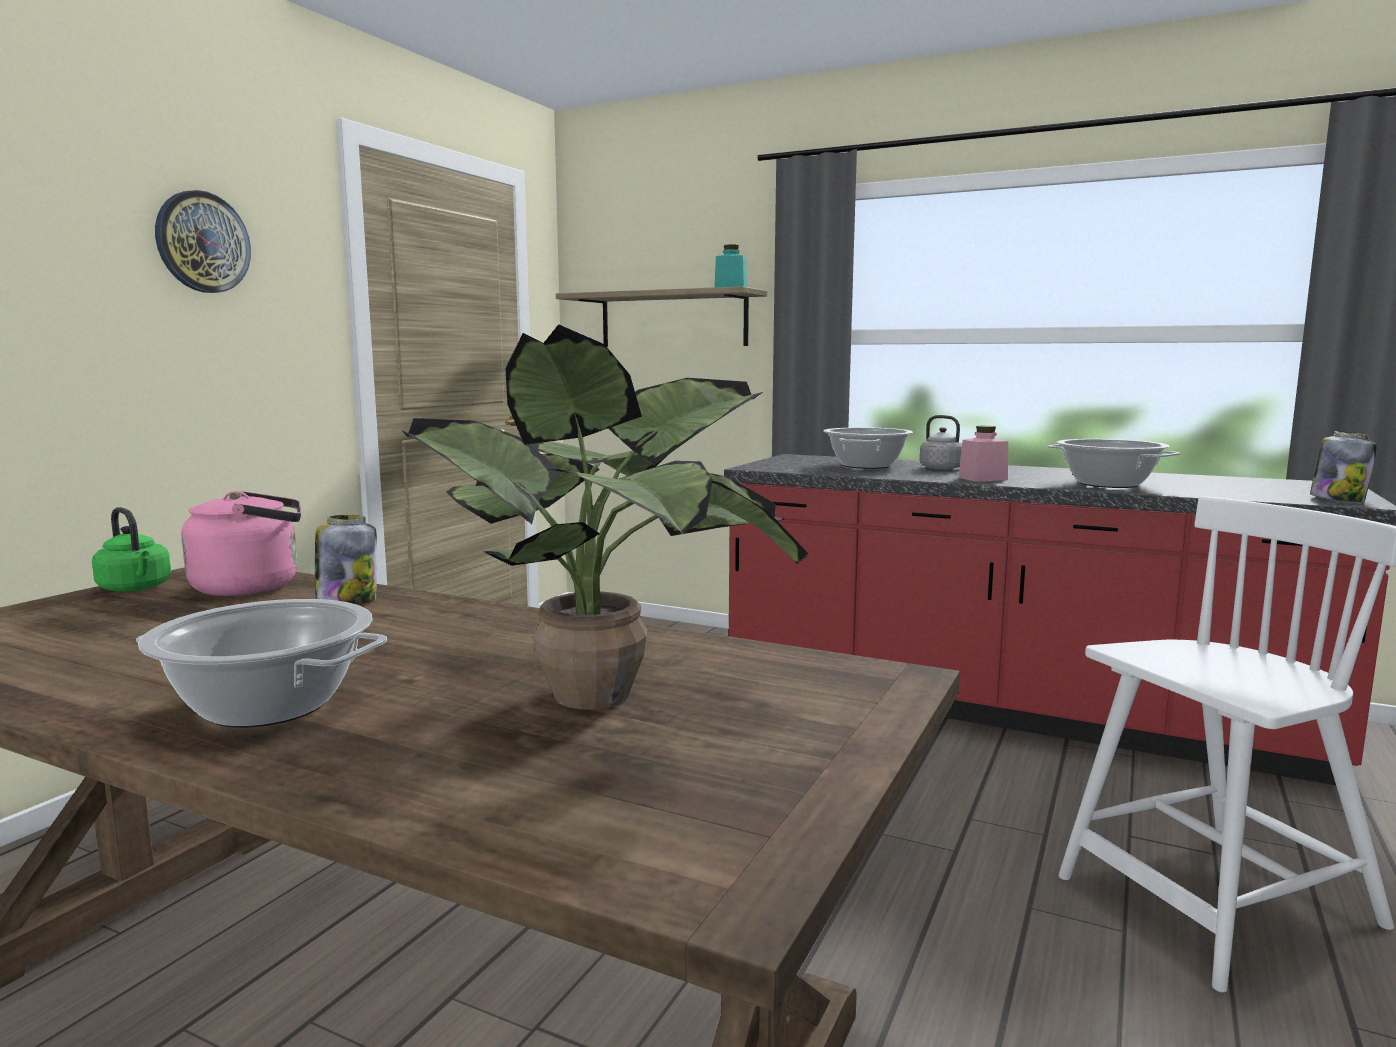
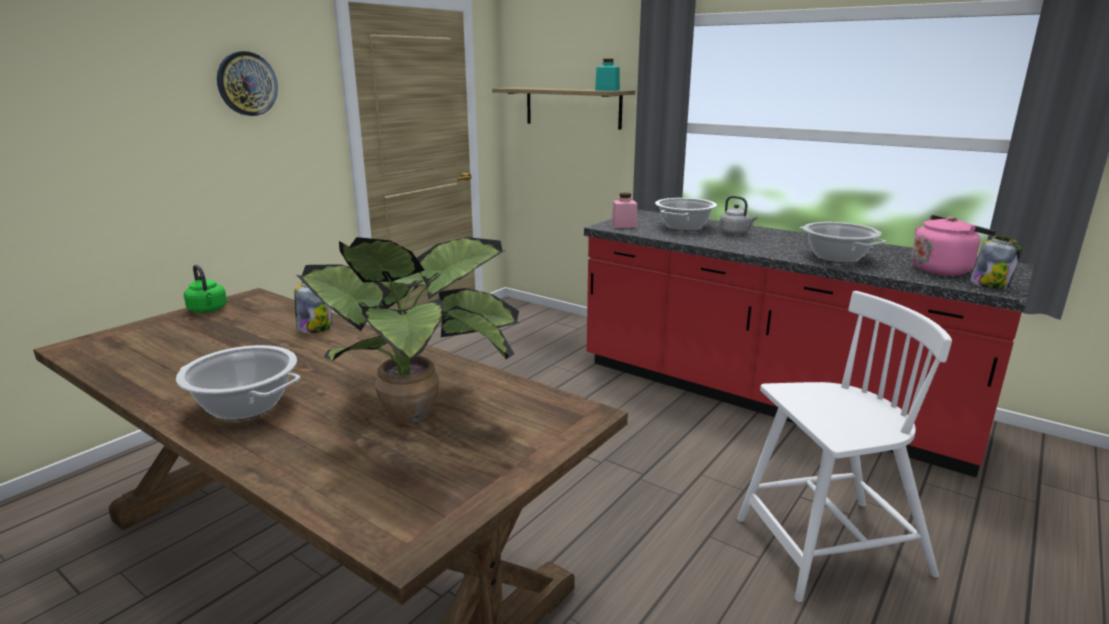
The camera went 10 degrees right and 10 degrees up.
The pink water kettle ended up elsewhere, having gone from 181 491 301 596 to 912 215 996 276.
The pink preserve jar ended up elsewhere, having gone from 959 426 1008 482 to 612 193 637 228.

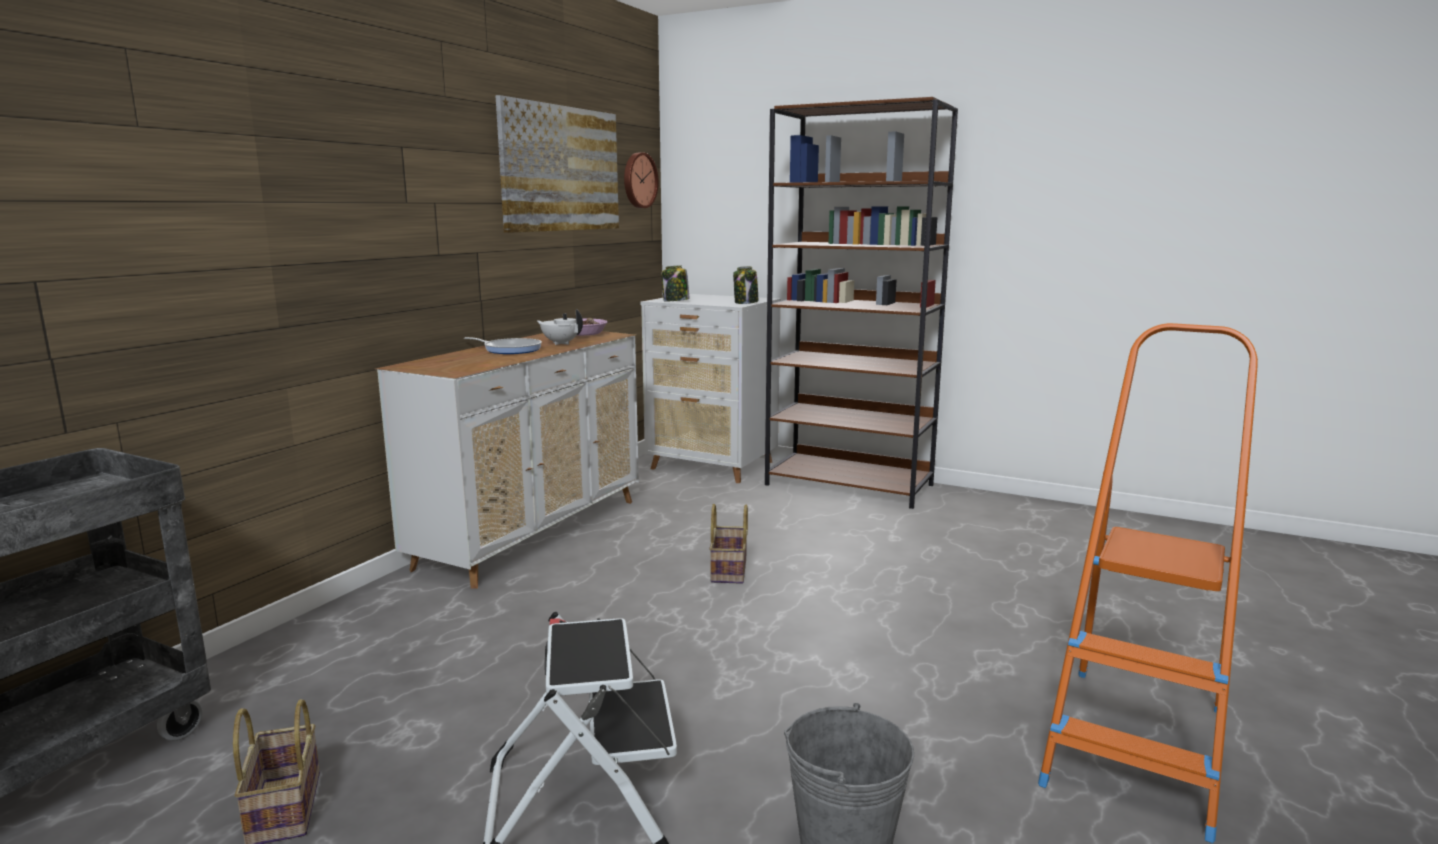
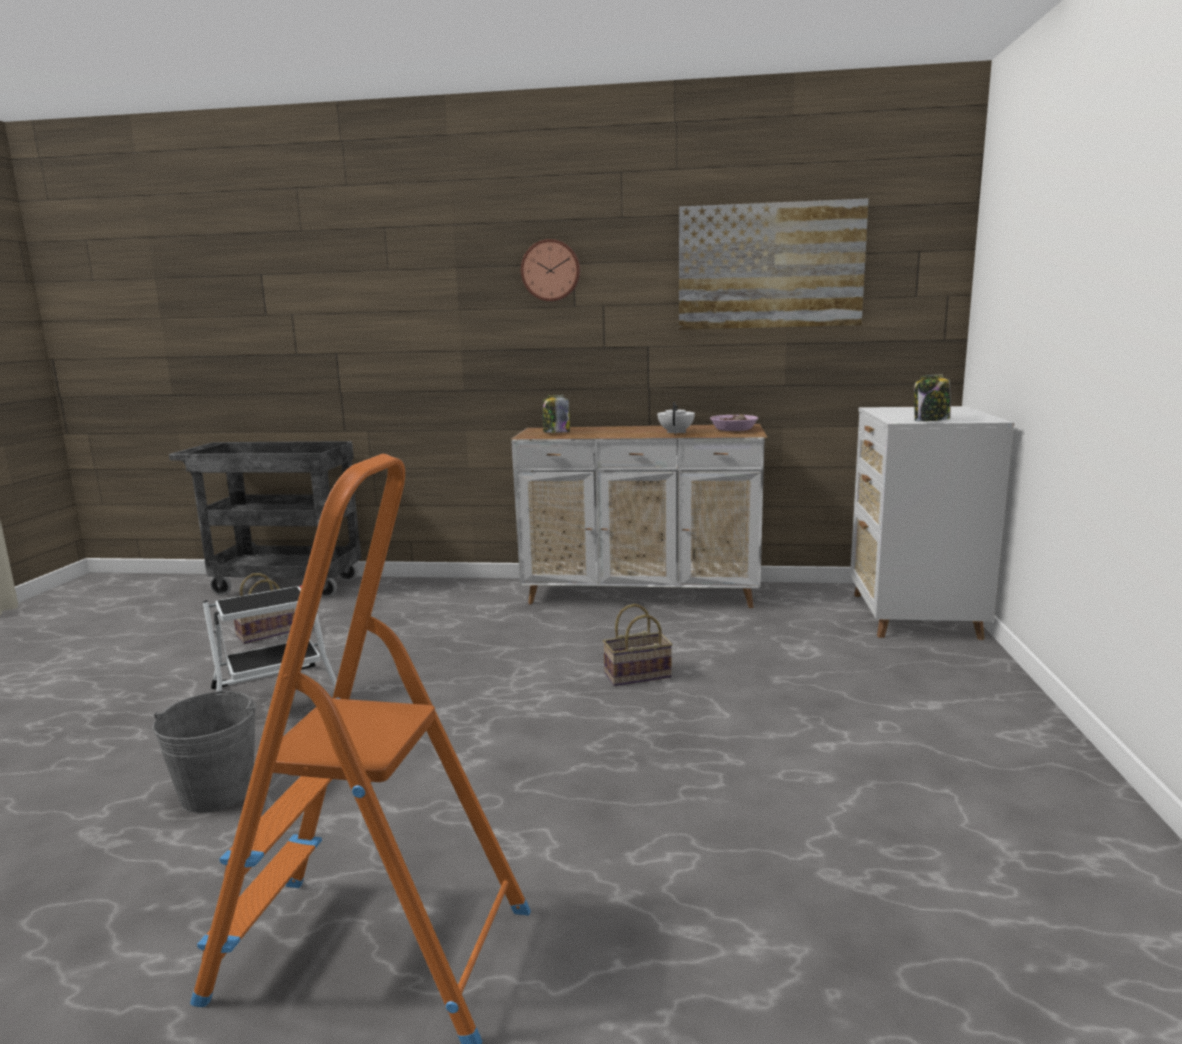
The camera went 70 degrees right and 0 degrees up.
The second view lost the frying pan at 464 337 542 354.
The clock on the wall ended up elsewhere, having gone from 624 152 659 208 to 521 239 580 301.
The preserve jar ended up elsewhere, having gone from 661 265 690 301 to 543 395 570 433.
The second view lost the brown-coloured bookshelf at 765 97 958 509.

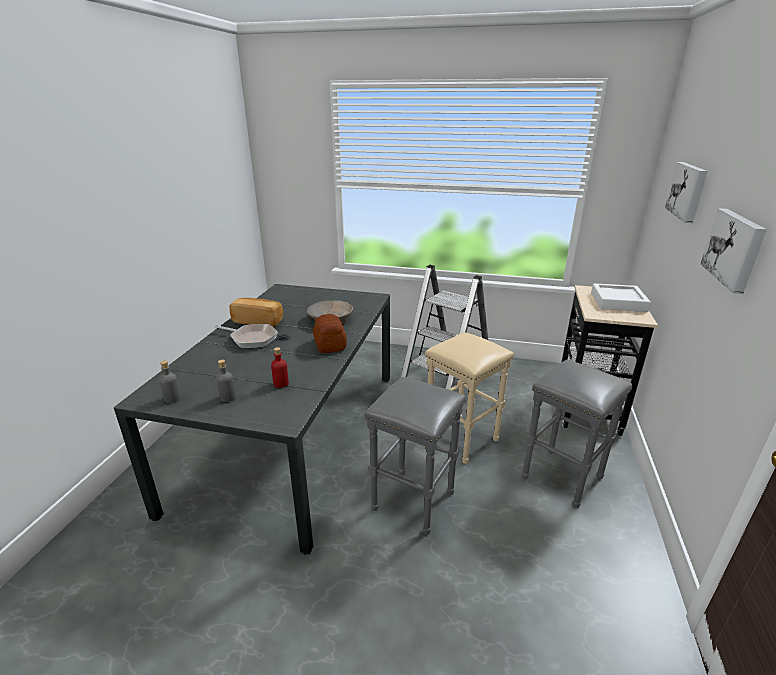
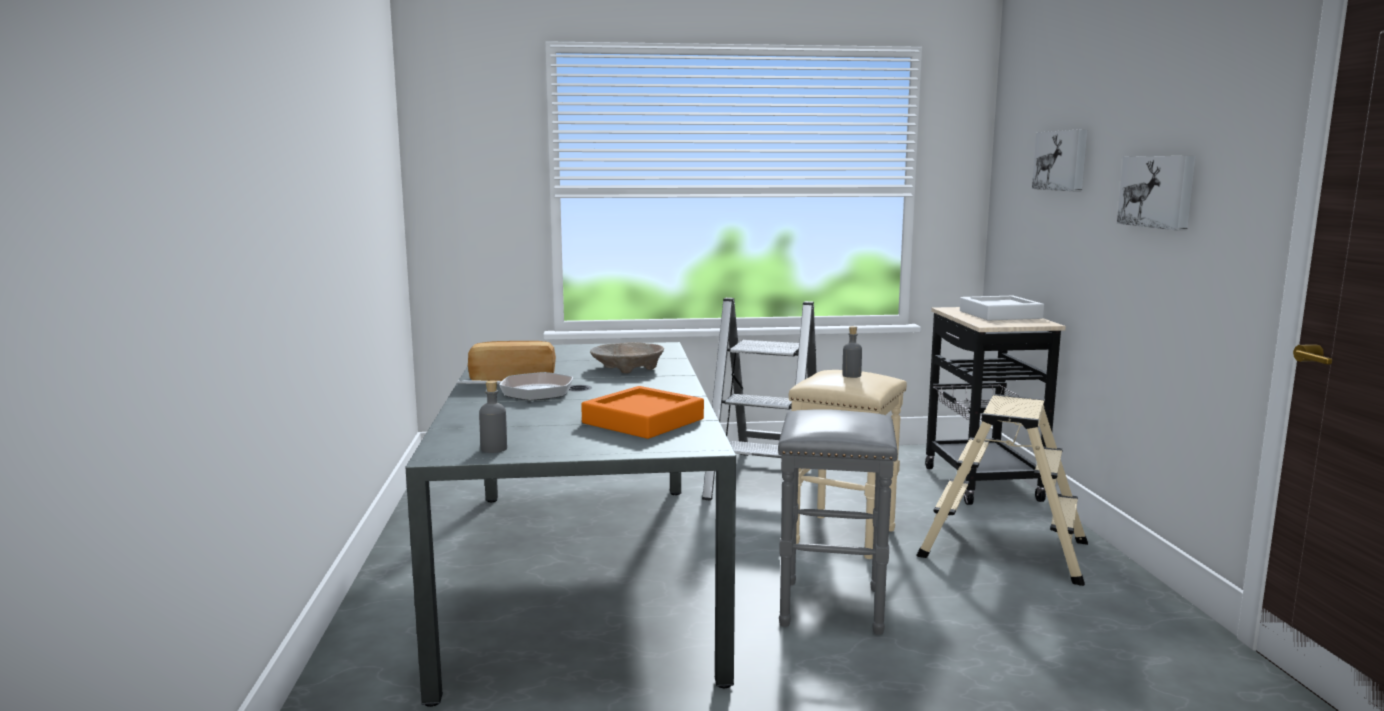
The camera went 20 degrees left and 15 degrees down.
The greyish bottle ended up elsewhere, having gone from 216 360 236 402 to 842 326 862 378.
Where the red-coloured bottle stood at 271 347 289 388, the orange serving tray came to stand at 581 386 704 439.
The second view lost the bread at 313 314 347 353.
Where the greyish stool seat stood at 522 360 632 509, the sand-coloured stepladder came to stand at 916 394 1088 586.

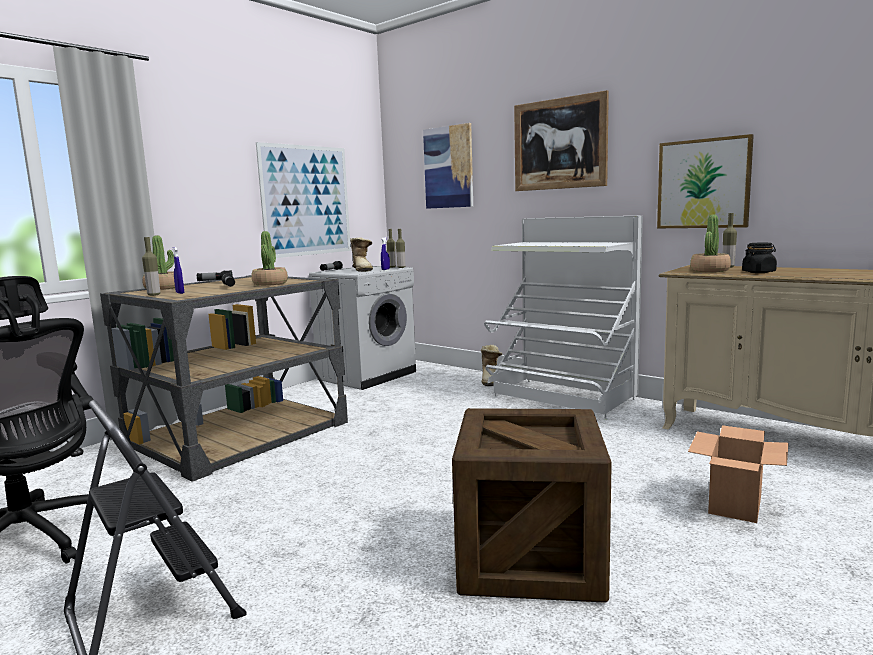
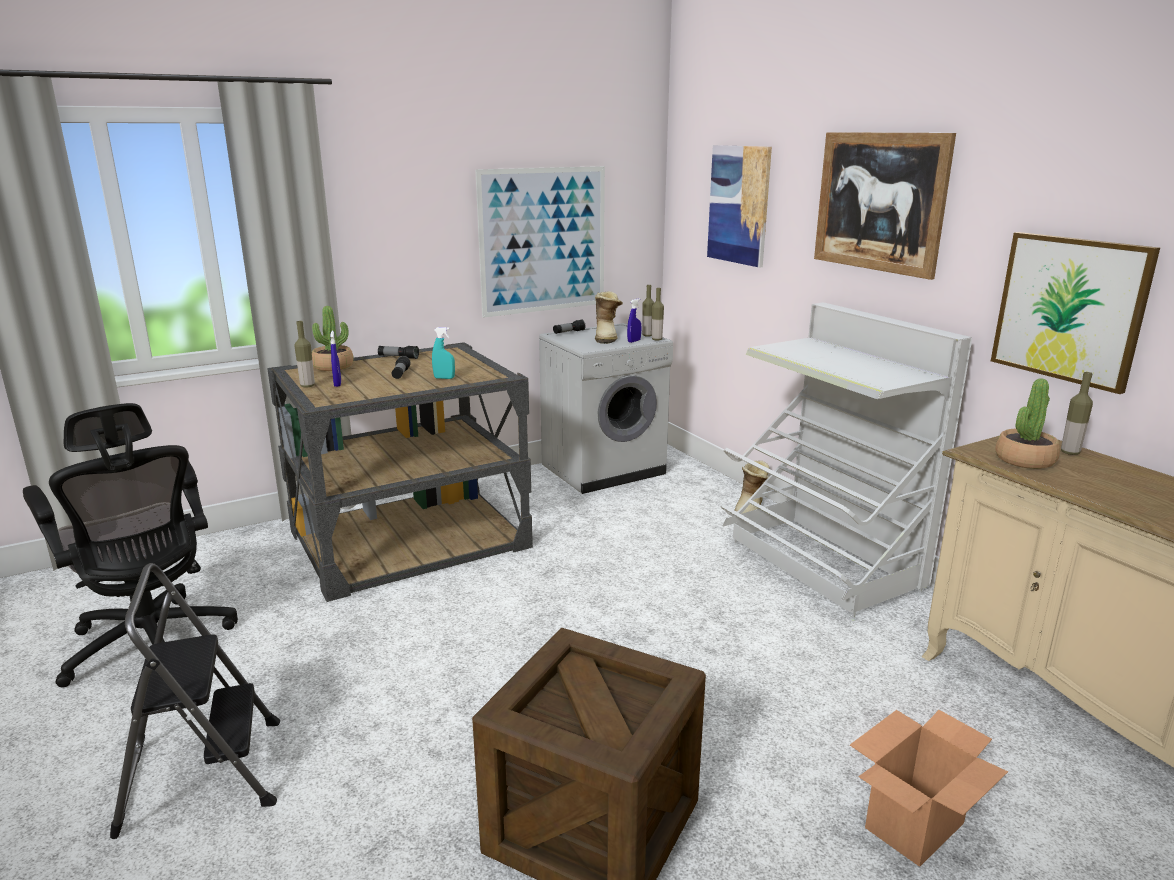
The camera went 20 degrees right and 10 degrees up.
Where the plant in a pot stood at 251 231 288 286, the blue-green spray bottle came to stand at 432 327 455 379.
The second view lost the blackish preserve jar at 742 243 777 273.

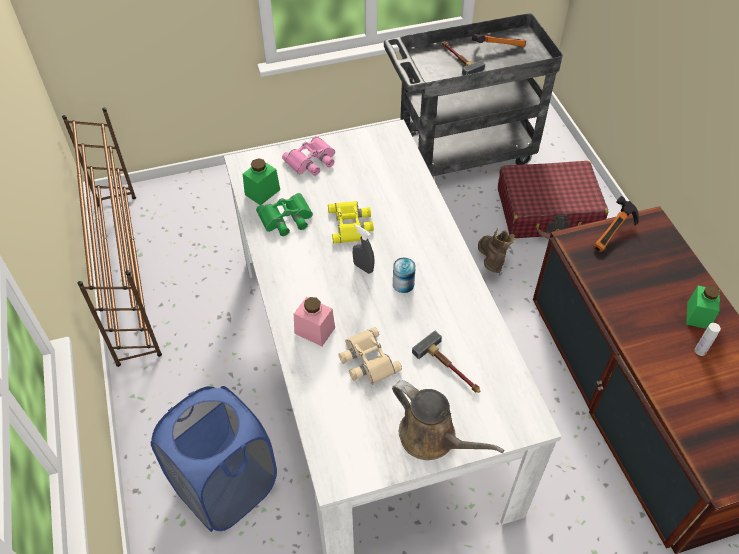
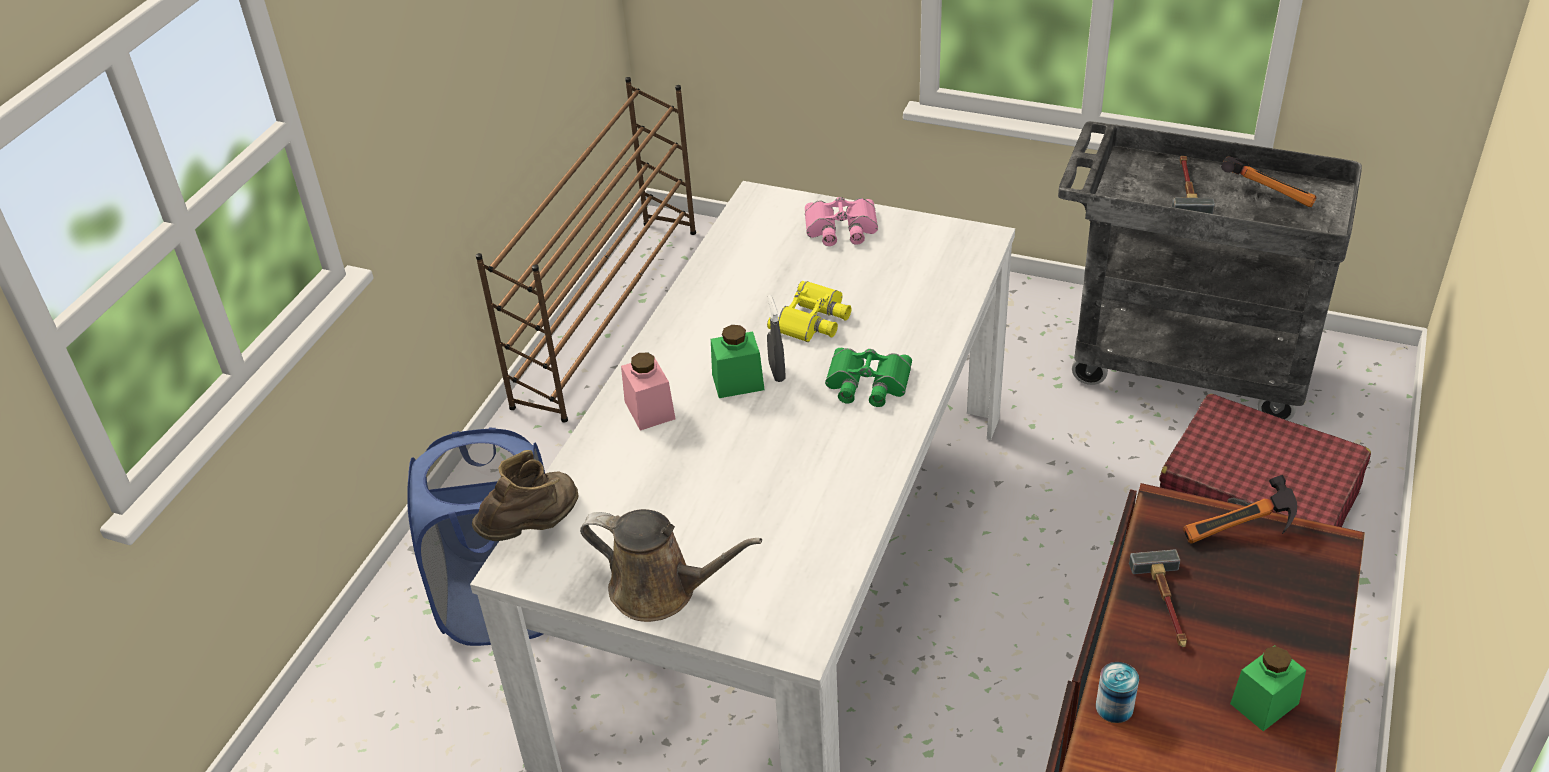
The camera went 40 degrees right and 10 degrees down.
The green preserve jar ended up elsewhere, having gone from 243 158 280 205 to 711 325 765 398.
The green binoculars ended up elsewhere, having gone from 256 193 313 236 to 825 348 912 407.
The second view lost the sand-coloured binoculars at 339 327 402 385.
The brown-coloured watering pot at 392 380 504 460 ended up facing another way, 60 degrees counterclockwise from before.
The can ended up elsewhere, having gone from 393 258 416 293 to 1096 662 1139 723.
The tool hammer ended up elsewhere, having gone from 412 331 480 393 to 1129 549 1187 647.
The brown-coloured tall boot ended up elsewhere, having gone from 478 228 515 273 to 472 450 579 541.
The second view lost the white bottle at 695 323 721 356.

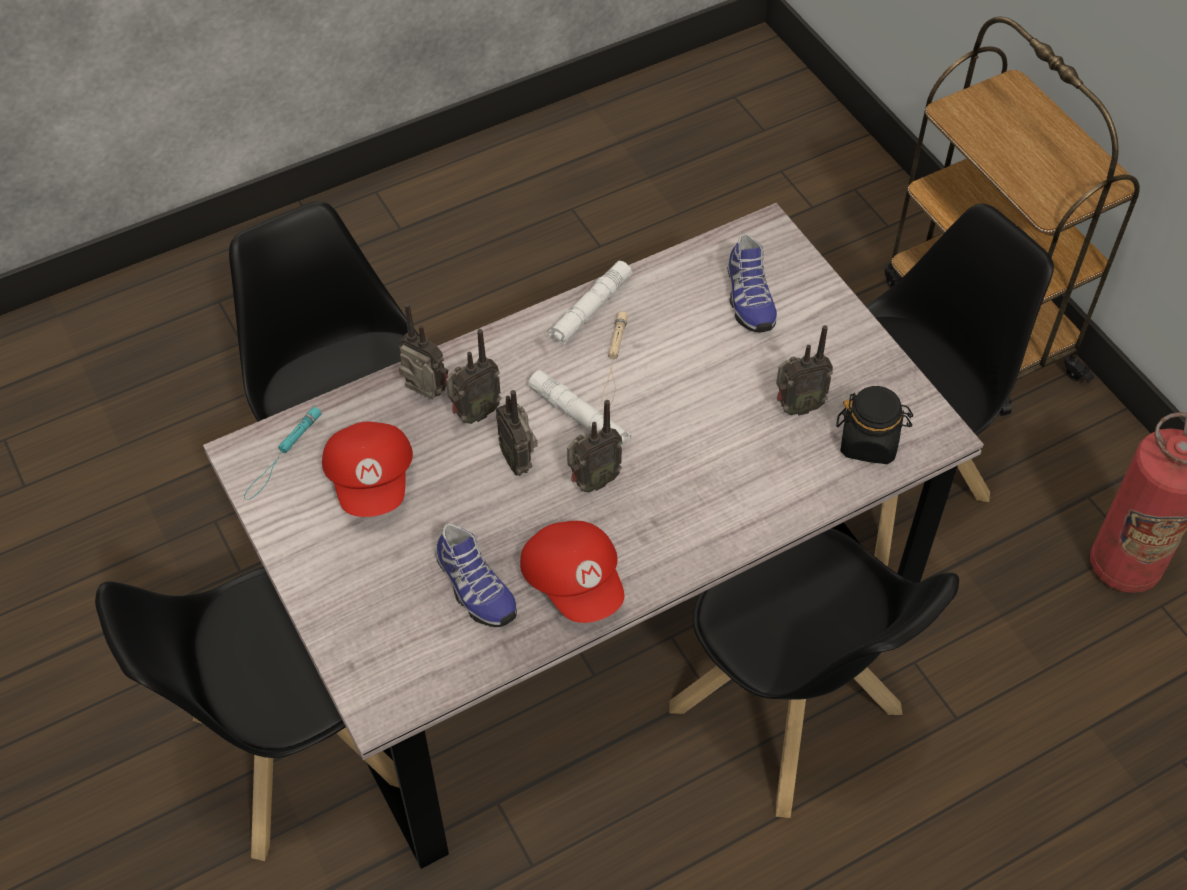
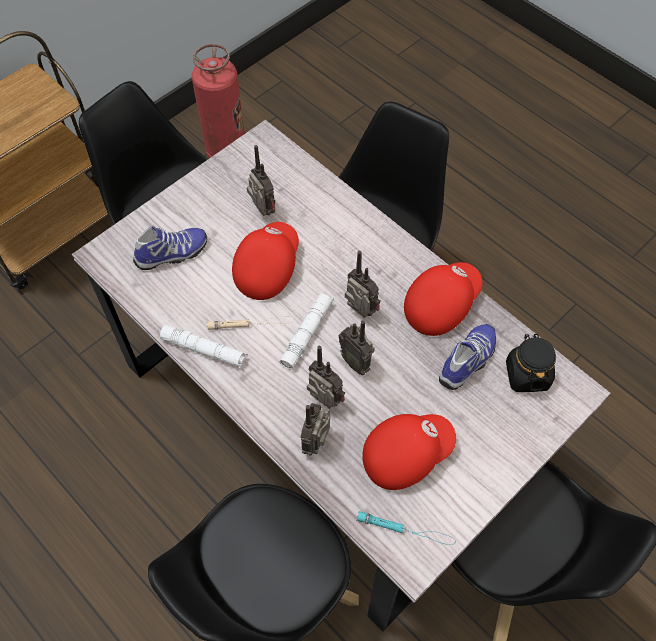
The camera went 105 degrees left and 5 degrees up.
The radio receiver at 496 390 538 476 ended up facing another way, 90 degrees clockwise from before.
The blackish preserve jar ended up elsewhere, having gone from 836 386 913 464 to 506 334 556 392.
The second view gained the red-coloured baseball cap at 232 222 299 300.

